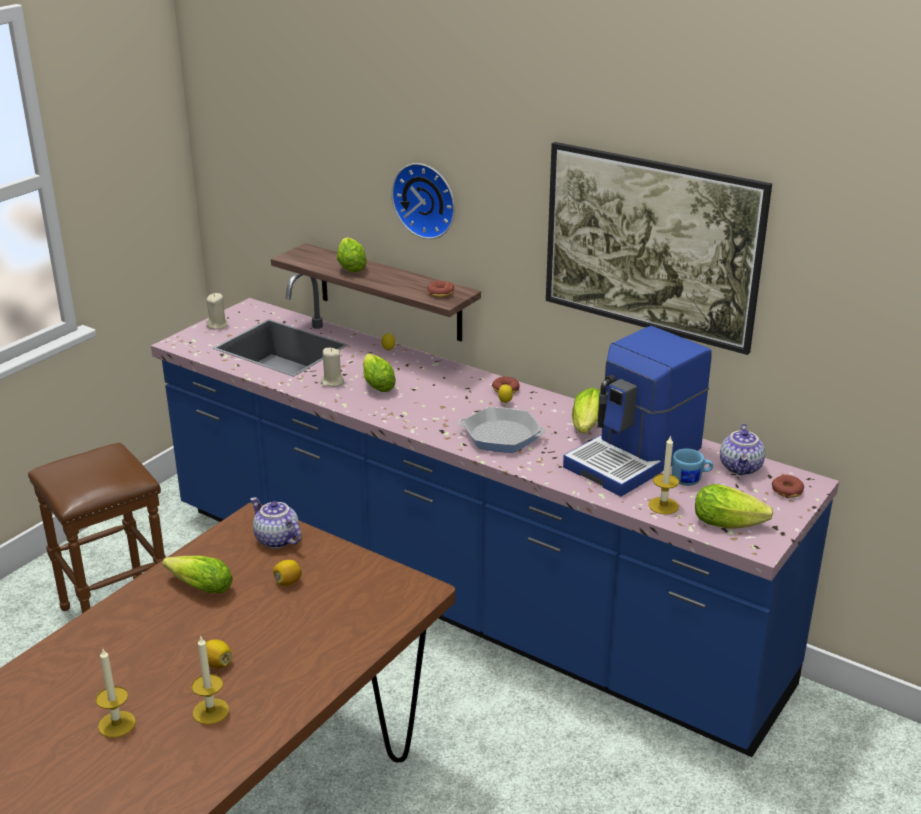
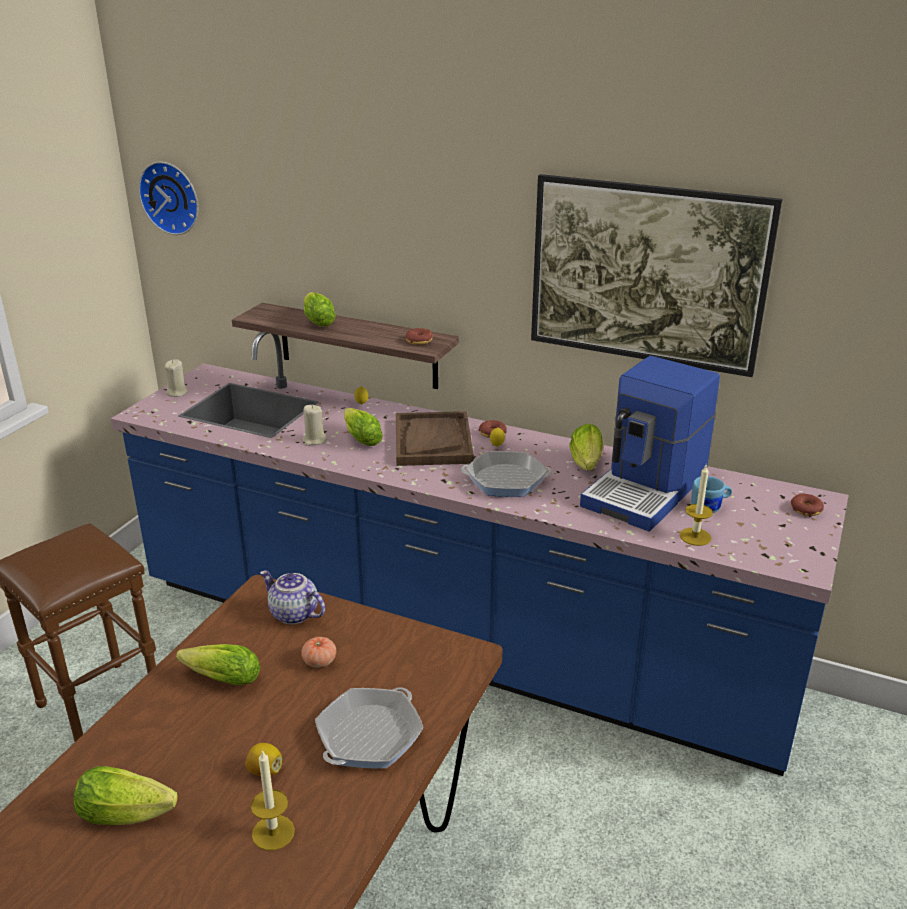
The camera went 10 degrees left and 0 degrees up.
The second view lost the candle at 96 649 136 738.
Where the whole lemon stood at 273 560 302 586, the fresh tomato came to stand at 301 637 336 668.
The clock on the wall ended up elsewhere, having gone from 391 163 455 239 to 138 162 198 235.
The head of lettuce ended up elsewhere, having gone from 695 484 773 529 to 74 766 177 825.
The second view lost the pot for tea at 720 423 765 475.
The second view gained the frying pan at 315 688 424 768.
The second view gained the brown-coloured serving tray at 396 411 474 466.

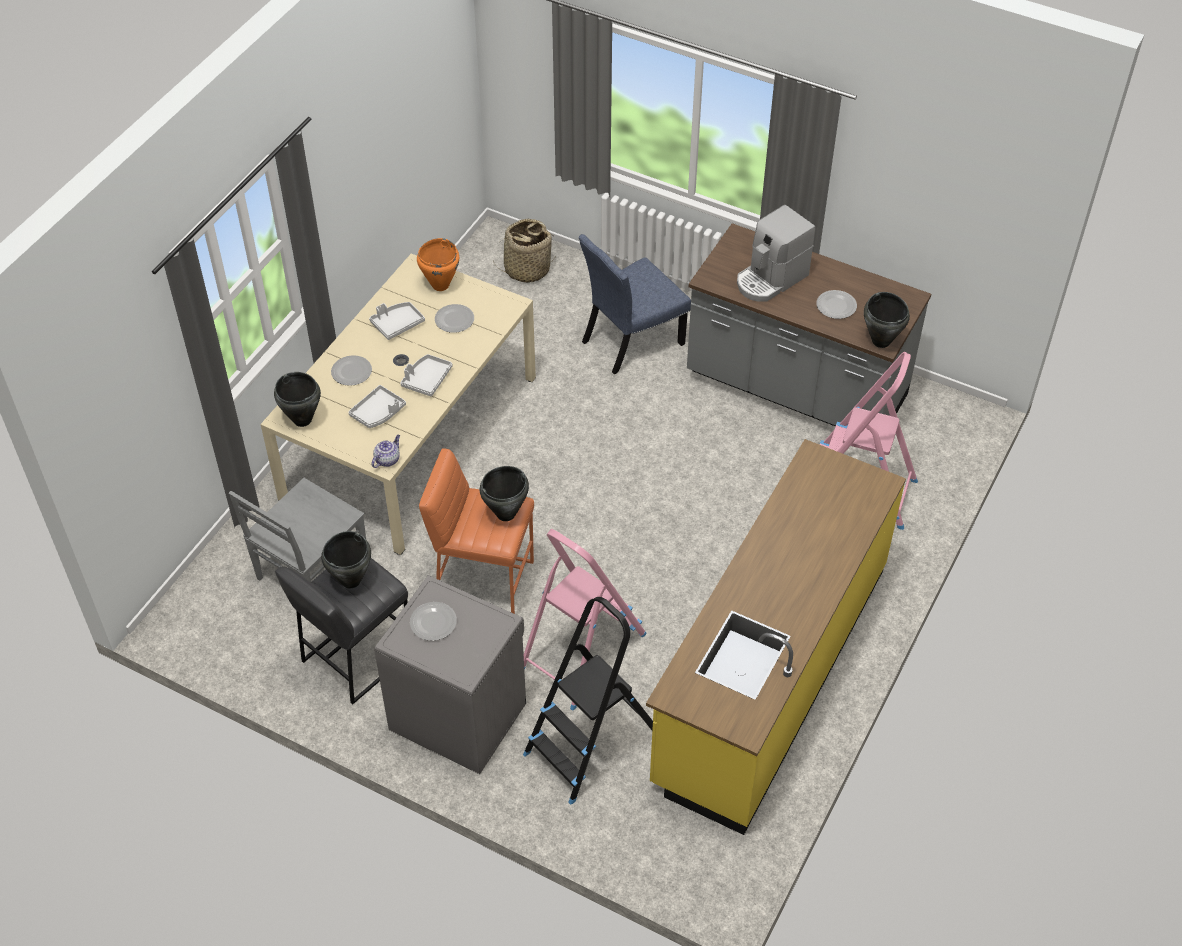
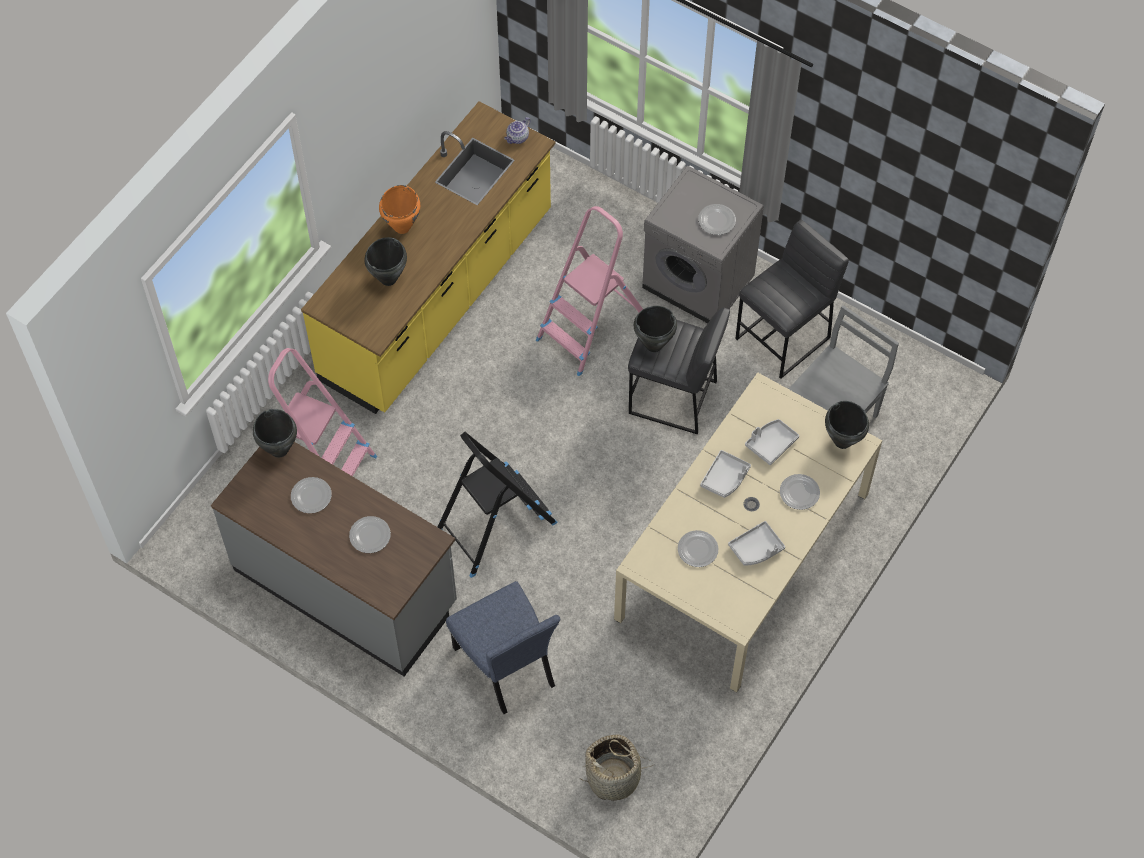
The camera went 175 degrees left and 10 degrees up.
The blackish cooking pot ended up elsewhere, having gone from 321 531 371 588 to 365 237 407 286.
The pot for tea ended up elsewhere, having gone from 372 435 400 468 to 504 117 530 144.
The orange cooking pot ended up elsewhere, having gone from 417 238 459 291 to 379 185 420 234.
What was the orange stool seat at 419 448 534 614 turned into the greyish stool seat at 628 307 730 434.
The blackish stepladder ended up elsewhere, having gone from 523 597 653 805 to 438 432 557 578.
The blue upright chair at 579 234 691 374 ended up facing another way, 90 degrees clockwise from before.
Where the coffee maker stood at 737 205 816 302, the flat dish came to stand at 349 516 391 553.

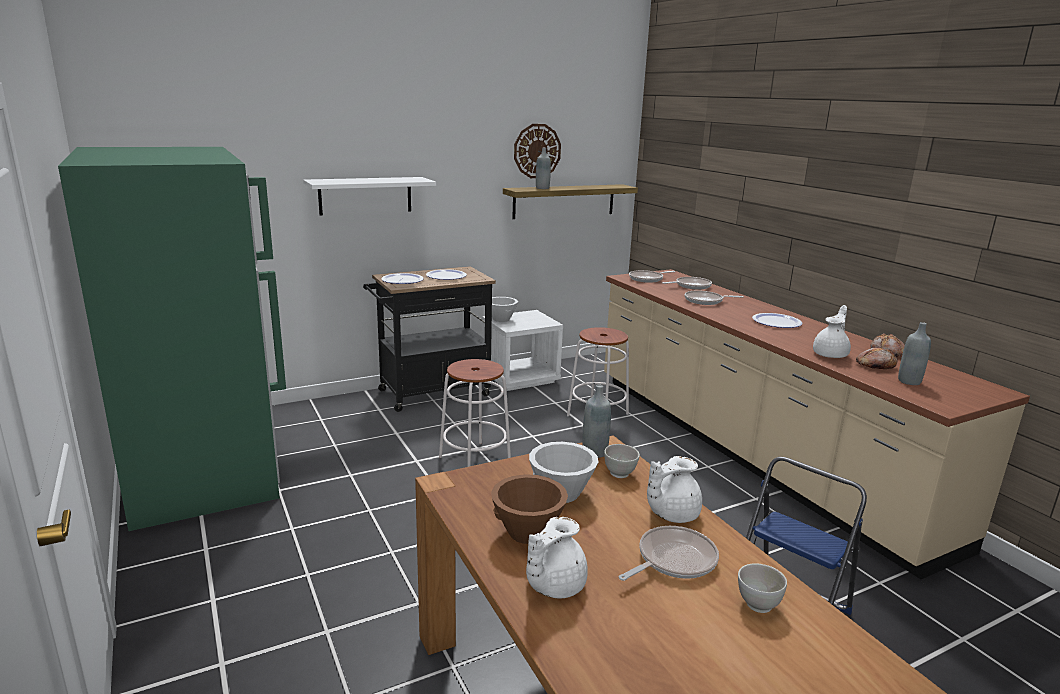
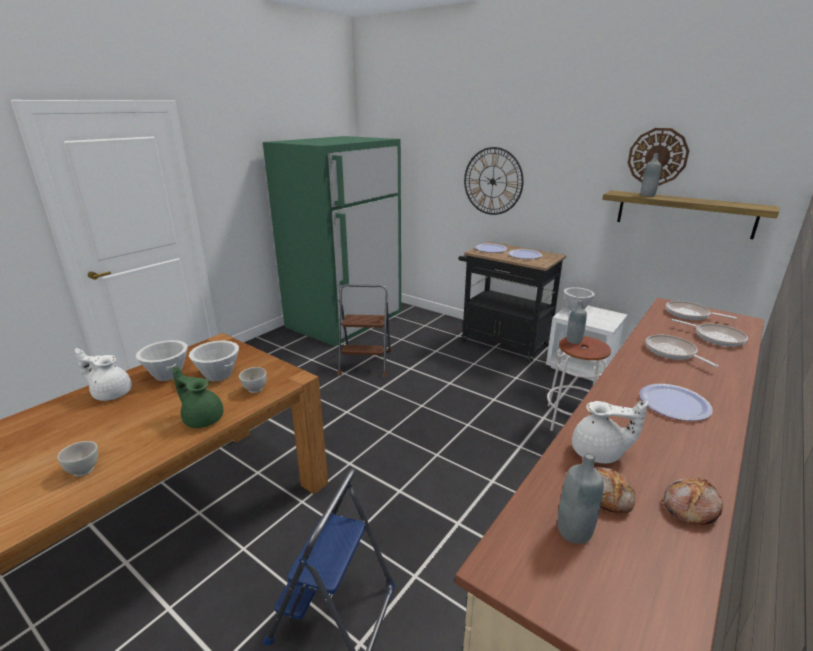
The camera went 65 degrees right and 5 degrees up.
Where the white wall shelf hung at 303 177 436 216, the clock on the wall came to hang at 464 147 524 215.
The second view lost the white stool seat at 439 359 511 467.
What was the brown-coloured serving bowl at 491 474 568 544 turned into the white serving bowl at 136 340 188 381.
The greyish bottle ended up elsewhere, having gone from 582 385 611 458 to 566 300 587 344.
The second view lost the frying pan at 619 526 719 581.
What was the white pot for tea at 647 456 702 523 turned into the green pot for tea at 172 366 224 428.
The second view gained the brown-coloured stepladder at 337 284 391 377.

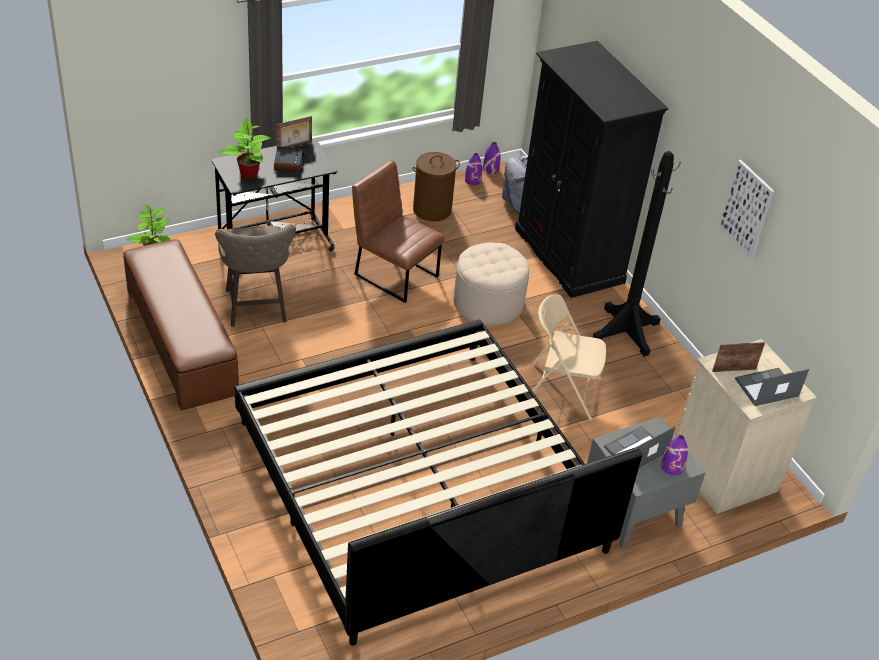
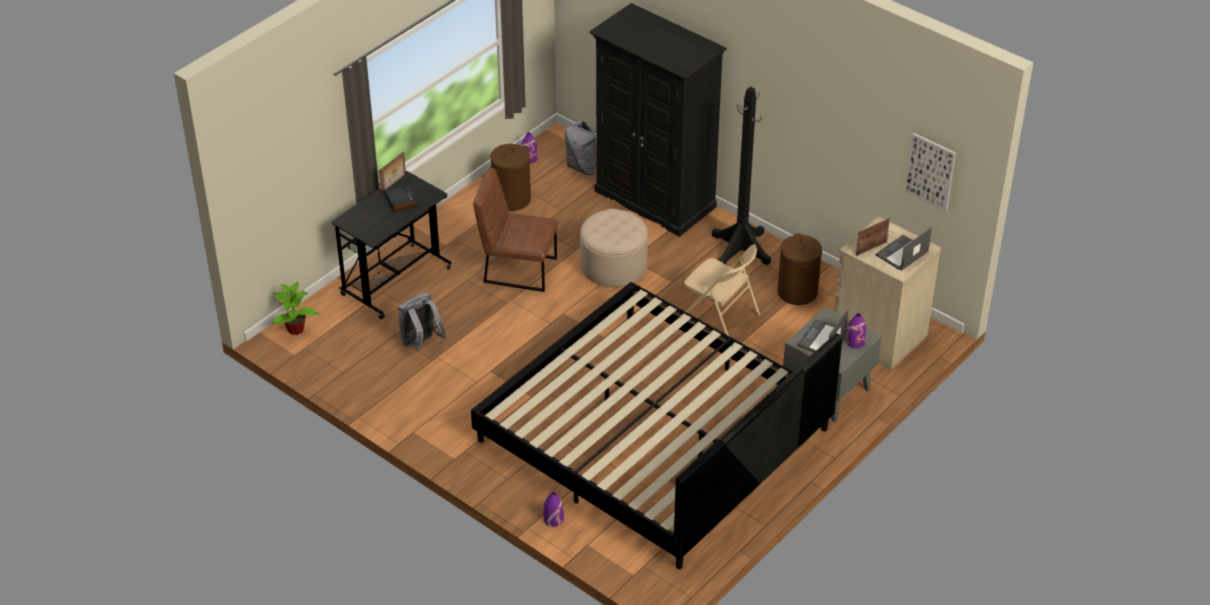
The camera went 20 degrees left and 0 degrees up.
The second view lost the brown-coloured bench at 123 239 239 411.
Where the sand-coloured stool seat stood at 215 224 296 327, the greyish rucksack came to stand at 398 293 446 350.
The second view lost the plant in a pot at 219 118 271 179.
The purple vase ended up elsewhere, having gone from 483 142 501 174 to 544 492 564 527.
The sand-coloured upright chair at 532 294 606 421 ended up facing another way, 135 degrees counterclockwise from before.
The picture ended up elsewhere, having gone from 719 160 775 259 to 905 133 956 212.
The second view gained the brown-coloured washing basket at 778 233 822 305.

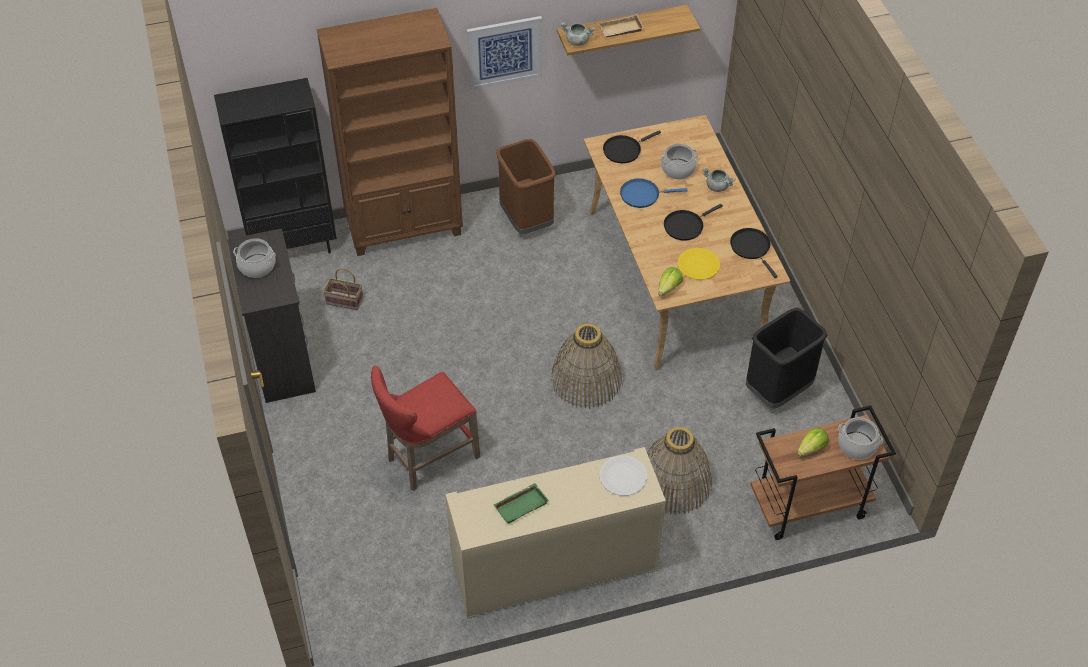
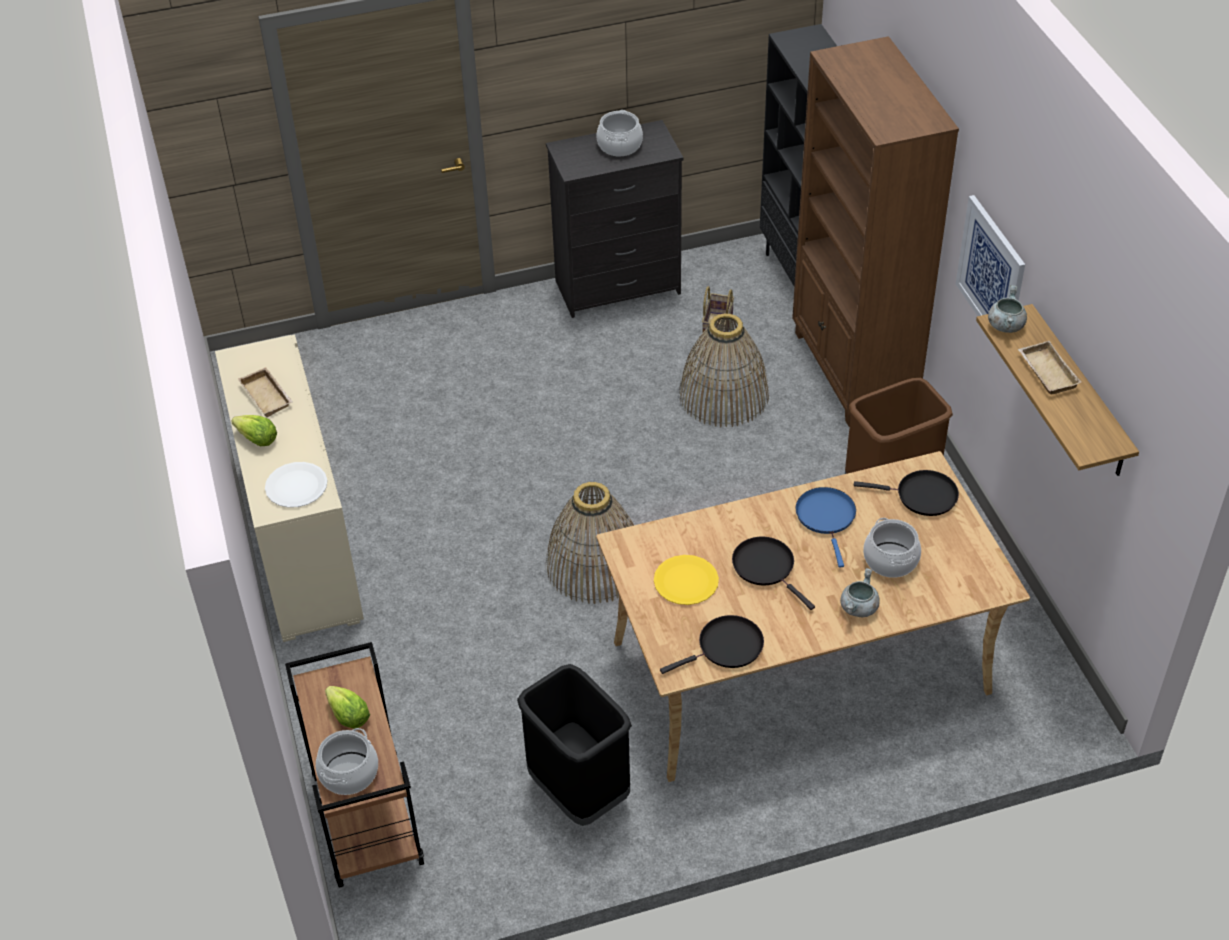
The camera went 90 degrees right and 5 degrees down.
The second view lost the red-coloured stool seat at 371 366 480 491.
What was the green serving tray at 494 483 549 524 turned into the sand-coloured serving tray at 238 367 293 417.
The blackish frying pan at 603 131 661 163 ended up facing another way, 135 degrees clockwise from before.
The storage basket ended up elsewhere, having gone from 647 427 712 515 to 679 313 769 427.
The head of lettuce ended up elsewhere, having gone from 658 267 683 296 to 231 415 277 446.

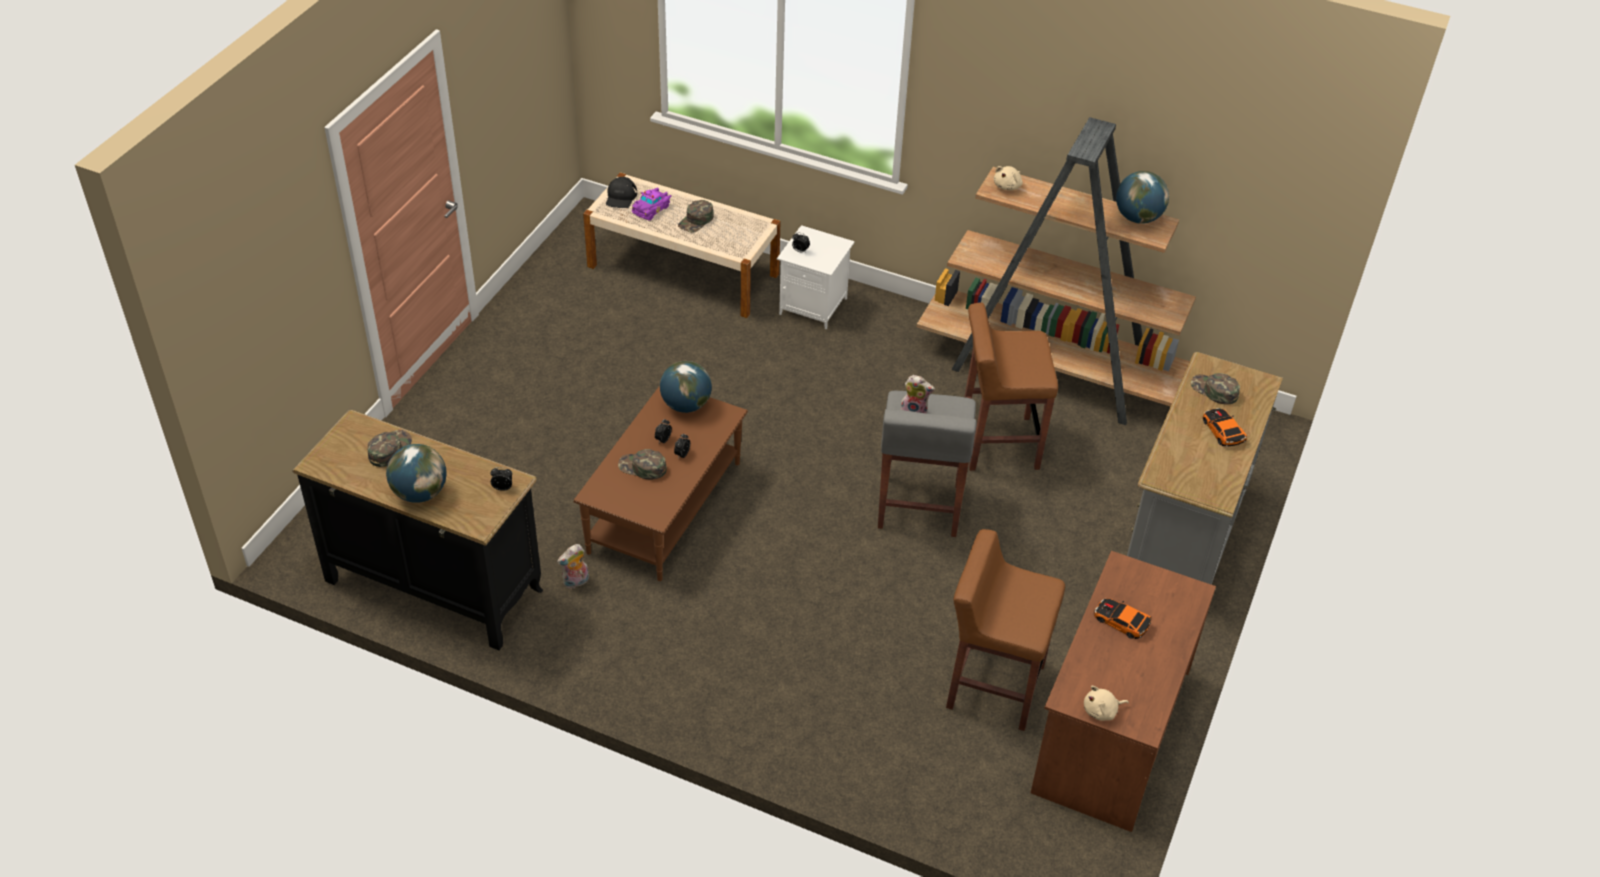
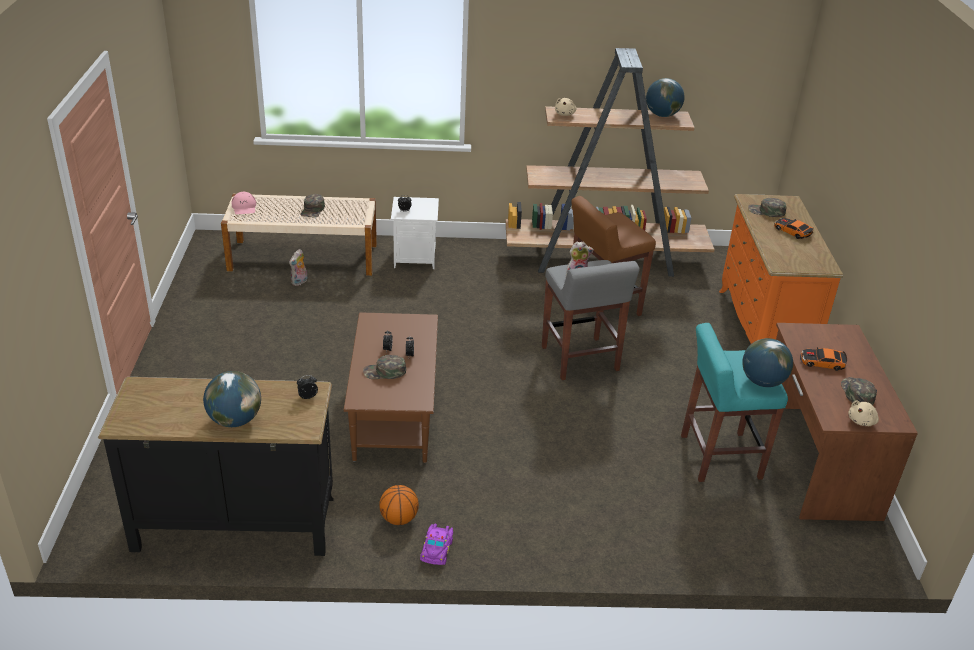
The camera went 25 degrees left and 10 degrees down.
The green baseball cap ended up elsewhere, having gone from 367 430 412 467 to 841 377 877 405.
The cuddly toy ended up elsewhere, having gone from 557 544 589 589 to 289 249 308 286.
What was the blackish baseball cap at 606 177 637 208 turned into the pink baseball cap at 231 192 256 214.
The purple miniature car ended up elsewhere, having gone from 632 187 671 221 to 420 524 453 565.
The world globe ended up elsewhere, having gone from 660 361 712 413 to 742 338 793 387.
What was the brown-coloured stool seat at 946 529 1065 731 turned into the blue-green stool seat at 681 323 788 482.
What was the greyish chest of drawers at 1127 352 1283 585 turned into the orange chest of drawers at 719 194 843 344.
The second view gained the basketball at 379 485 419 525.

